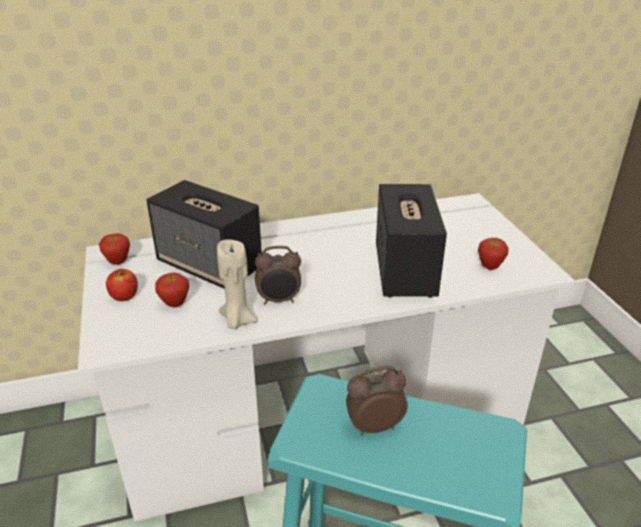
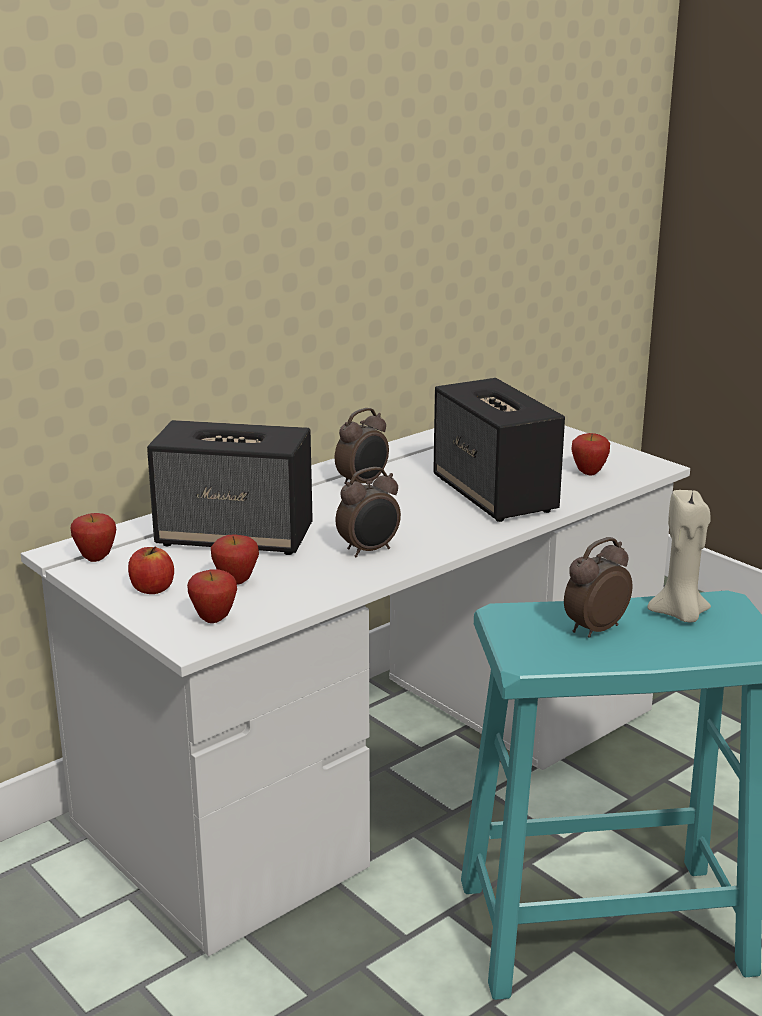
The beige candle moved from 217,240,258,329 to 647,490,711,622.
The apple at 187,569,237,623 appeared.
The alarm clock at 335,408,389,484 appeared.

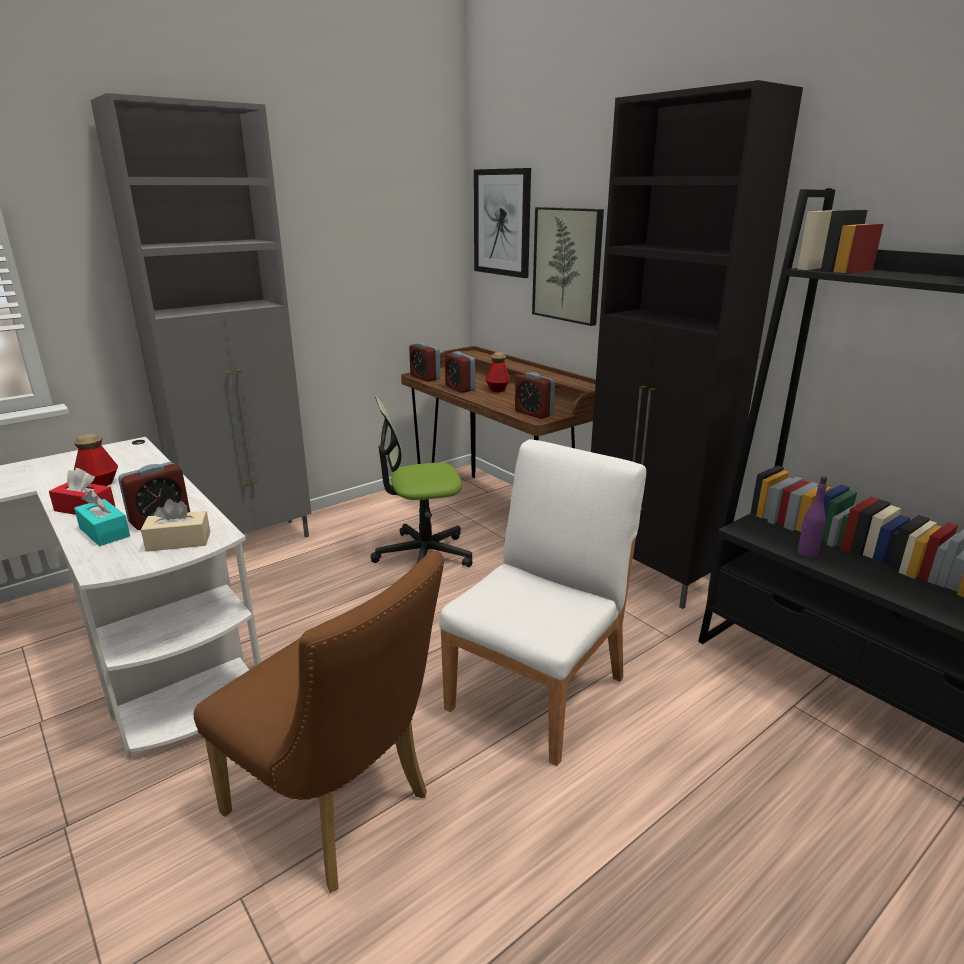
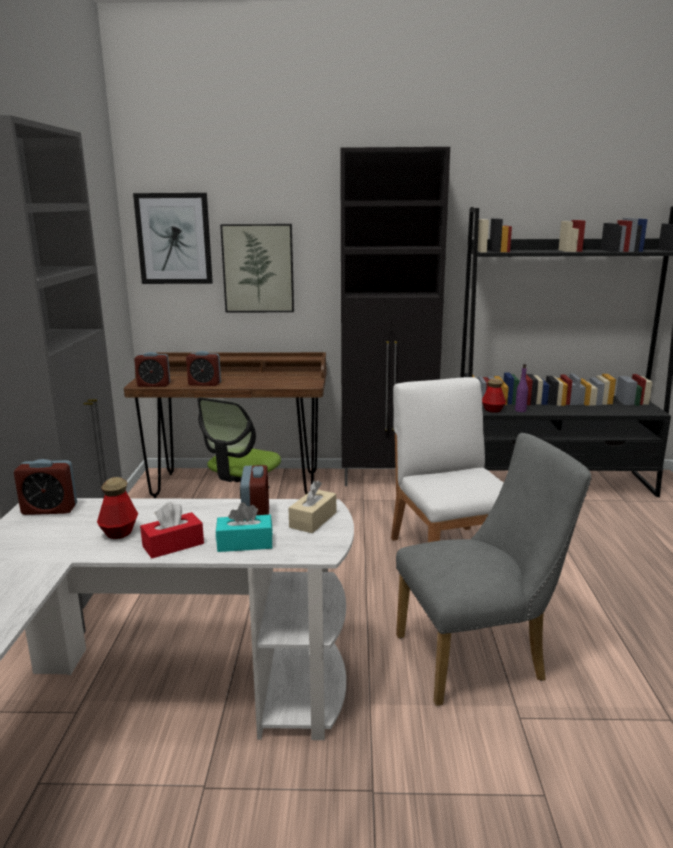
The brown chair at 194,551,445,893 became the grey chair at 396,433,592,706.
The bottle moved from 485,352,510,392 to 482,379,506,413.
The alarm clock moved from 515,372,555,419 to 14,459,77,515.

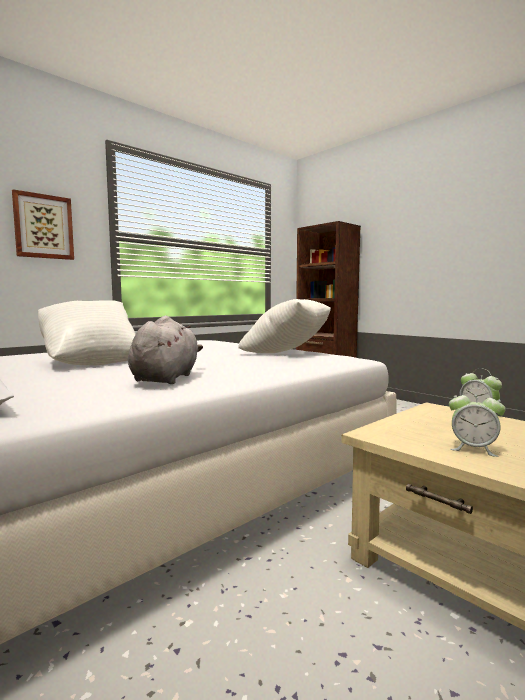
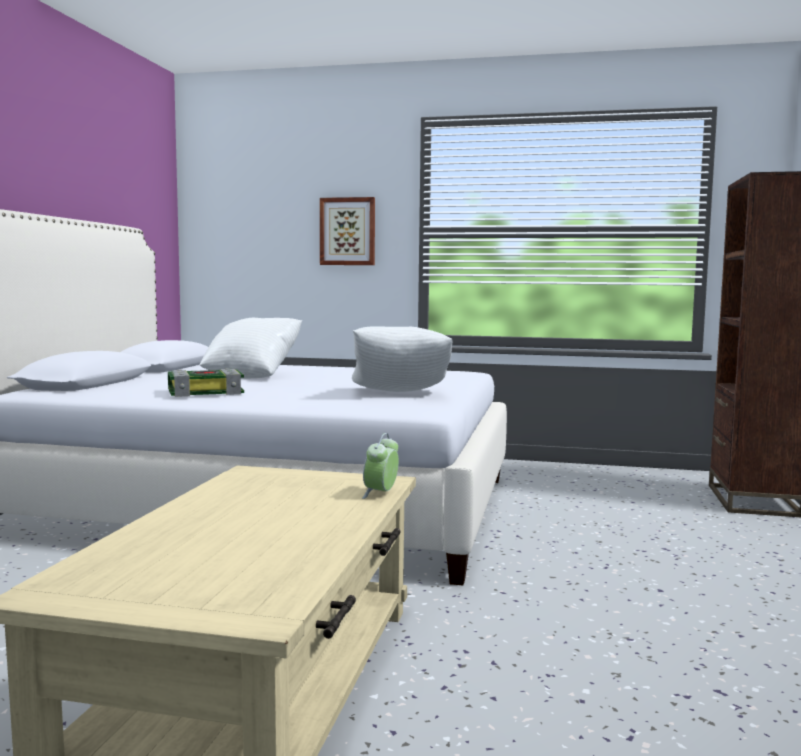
The grey plush toy at 128,315,203,384 was replaced by the book at 168,368,244,397.
The alarm clock at 449,388,506,457 disappeared.

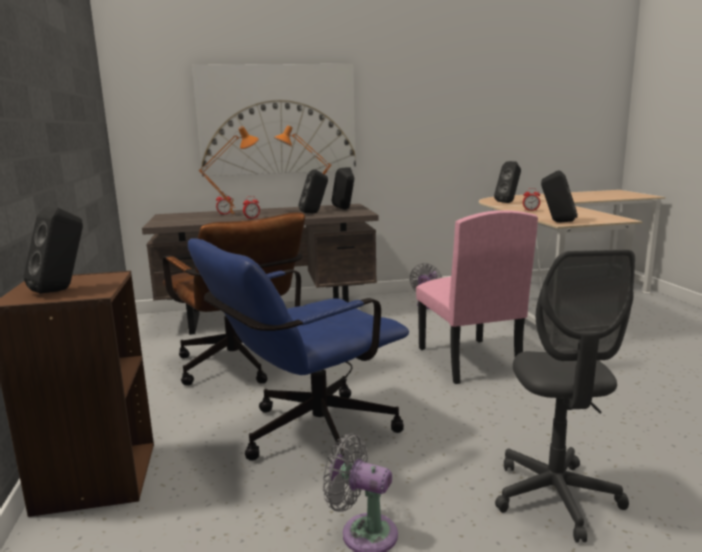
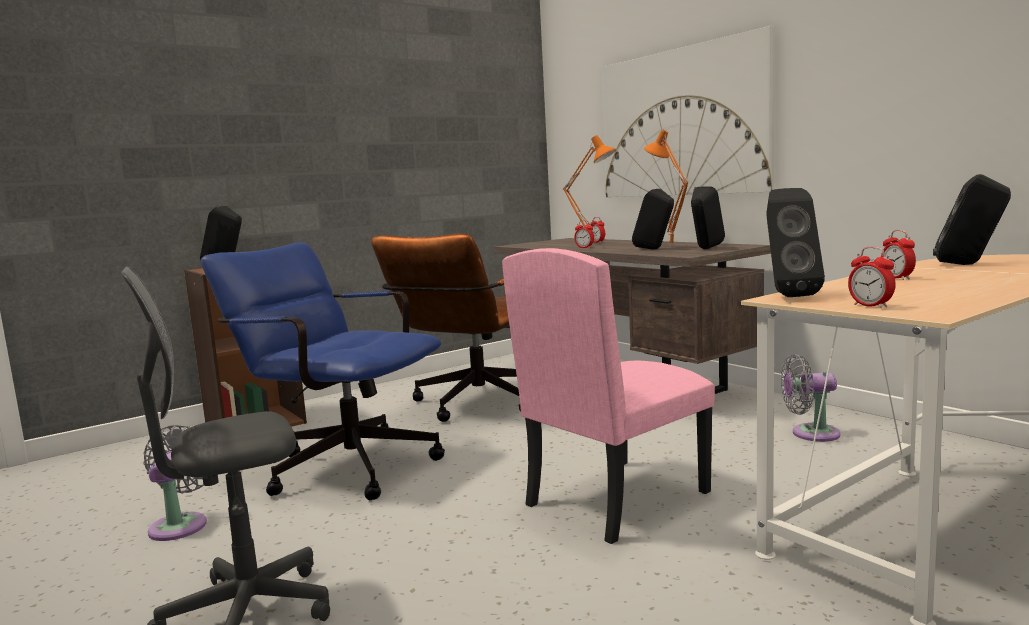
The alarm clock at 848,247,896,308 appeared.

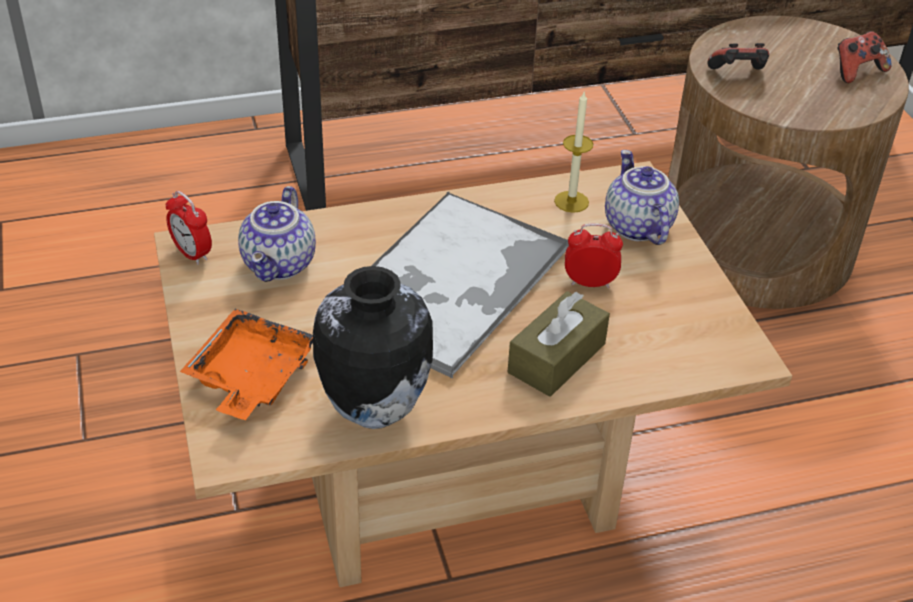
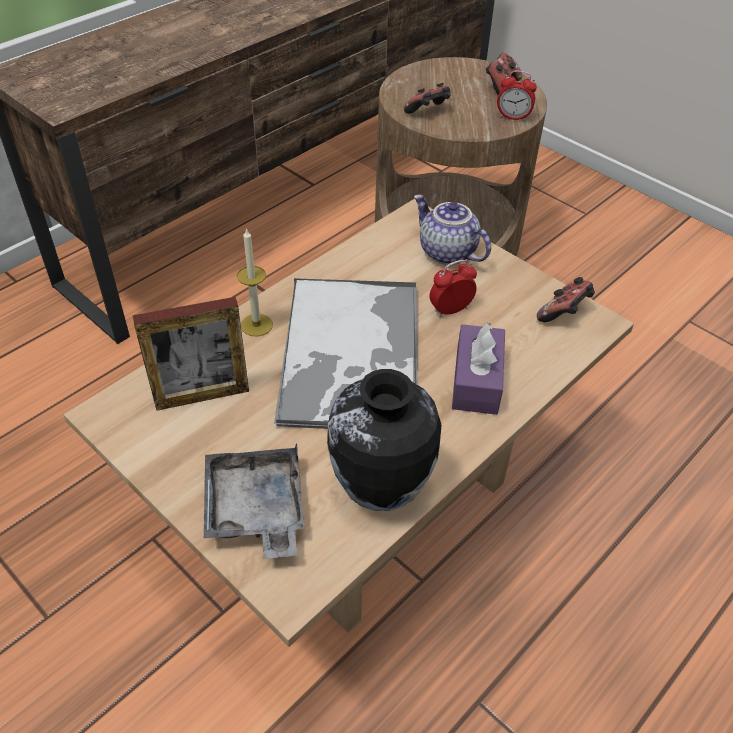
The alarm clock moved from 166,191,212,265 to 497,70,537,121.
The orange tray at 180,309,313,420 became the grey tray at 204,443,304,559.
The teapot at 238,186,316,282 was replaced by the picture frame at 133,297,249,411.
The brown tissue box at 508,291,610,397 became the purple tissue box at 452,323,505,415.
The candle moved from 554,92,593,213 to 237,228,273,337.
The game controller at 537,277,595,322 appeared.

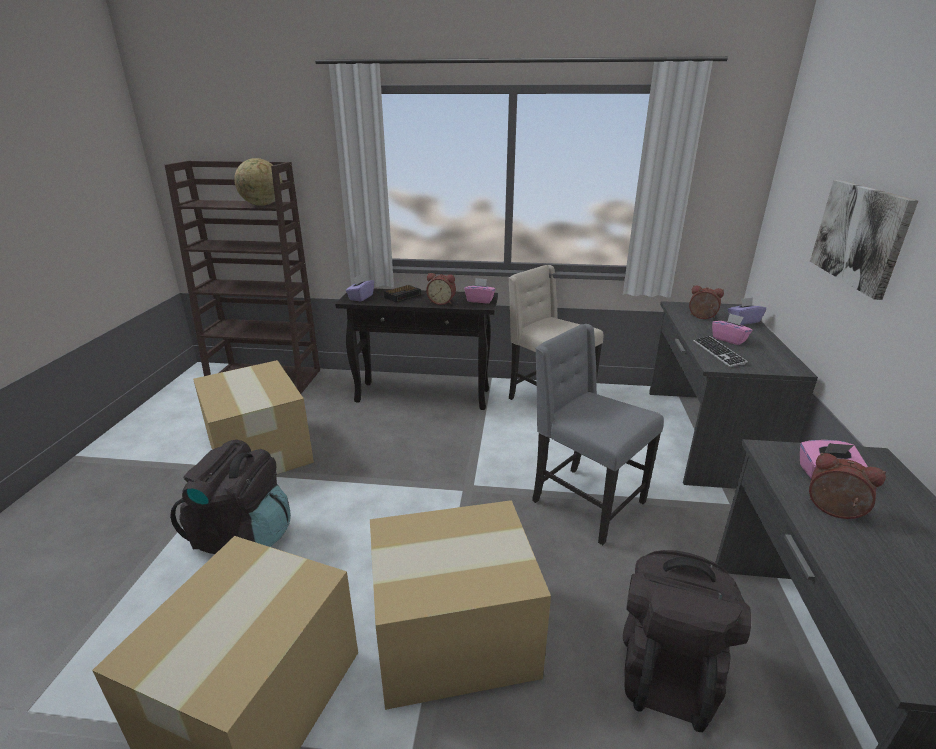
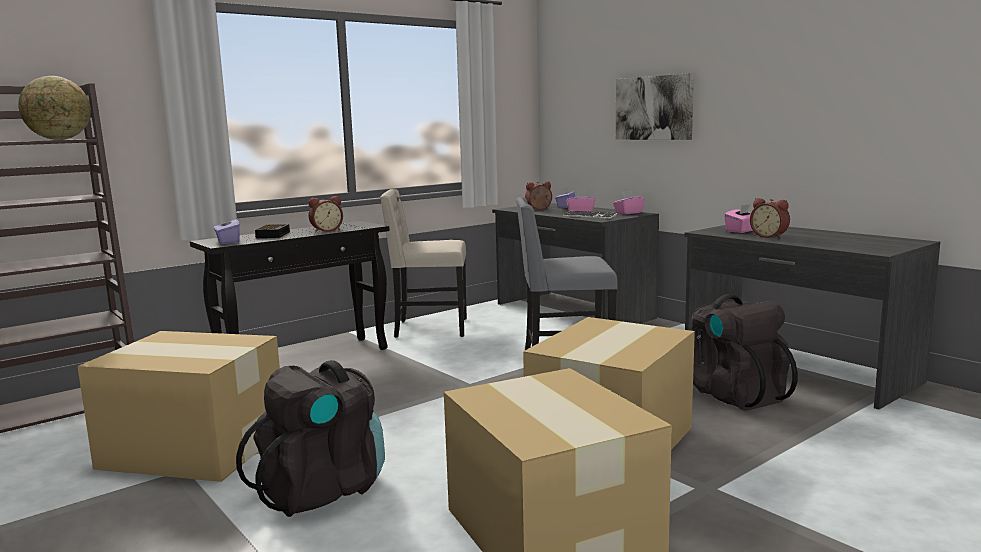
The pink tissue box moved from 465,278,496,303 to 613,191,645,214.
The alarm clock at 809,453,886,519 turned 120 degrees counterclockwise.

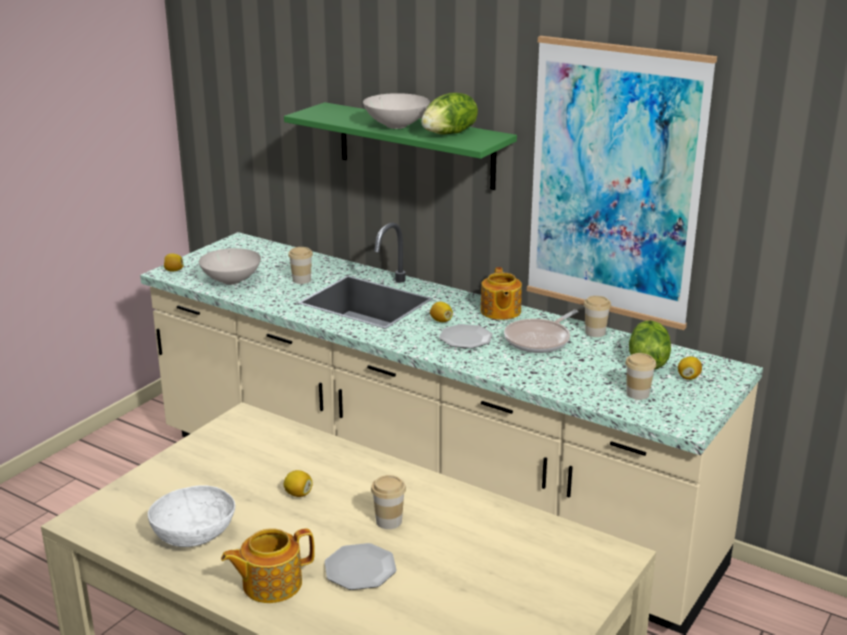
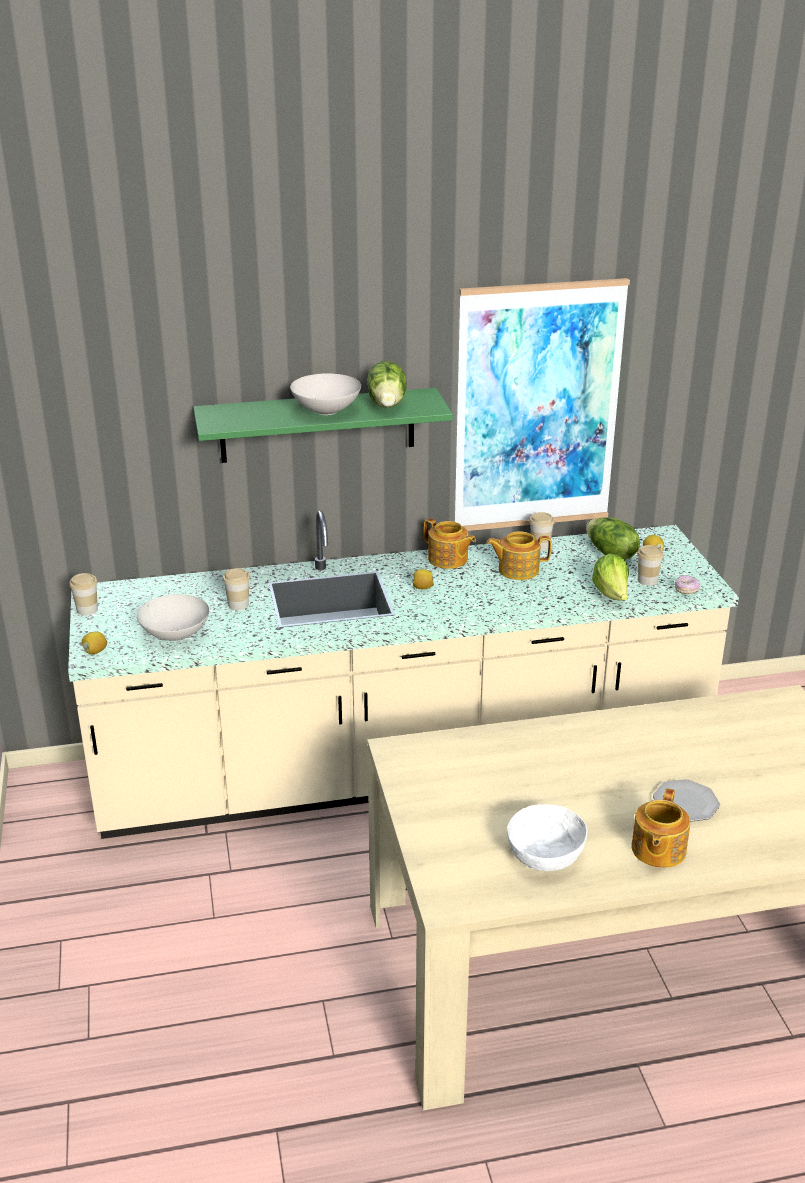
The lemon at 284,470,313,497 disappeared.
The cup moved from 371,475,406,529 to 69,573,98,615.
The plate at 439,324,493,349 disappeared.
The frying pan at 504,310,579,353 was replaced by the teapot at 487,531,551,580.
The lettuce at 592,553,629,601 appeared.
The donut at 675,575,700,594 appeared.

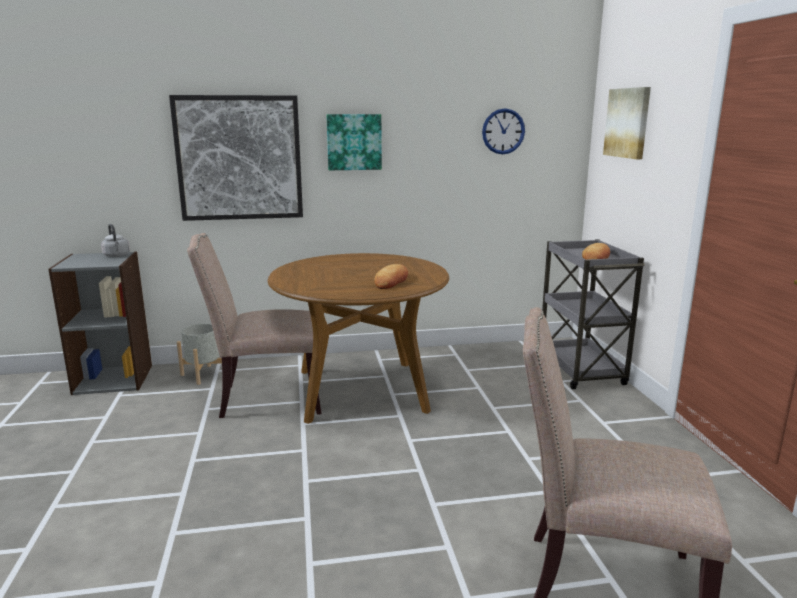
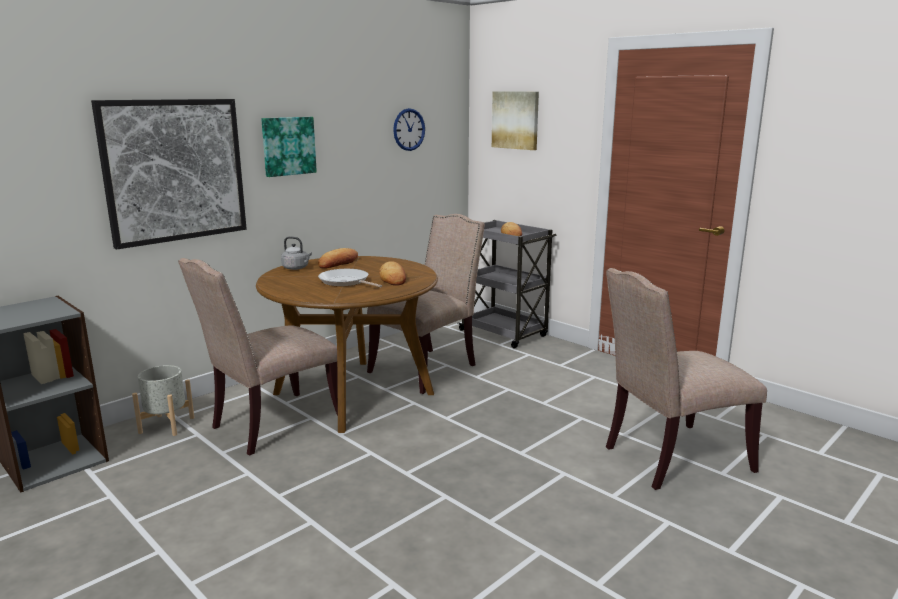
The grey kettle moved from 101,224,130,257 to 281,236,312,270.
The bread at 318,248,358,268 appeared.
The frying pan at 318,269,382,287 appeared.
The beige chair at 367,214,485,394 appeared.

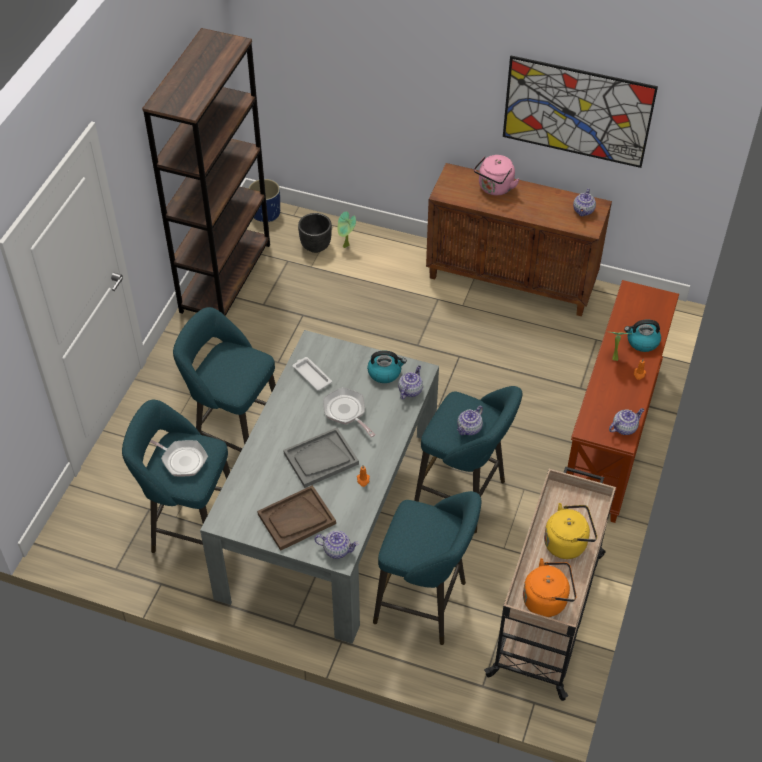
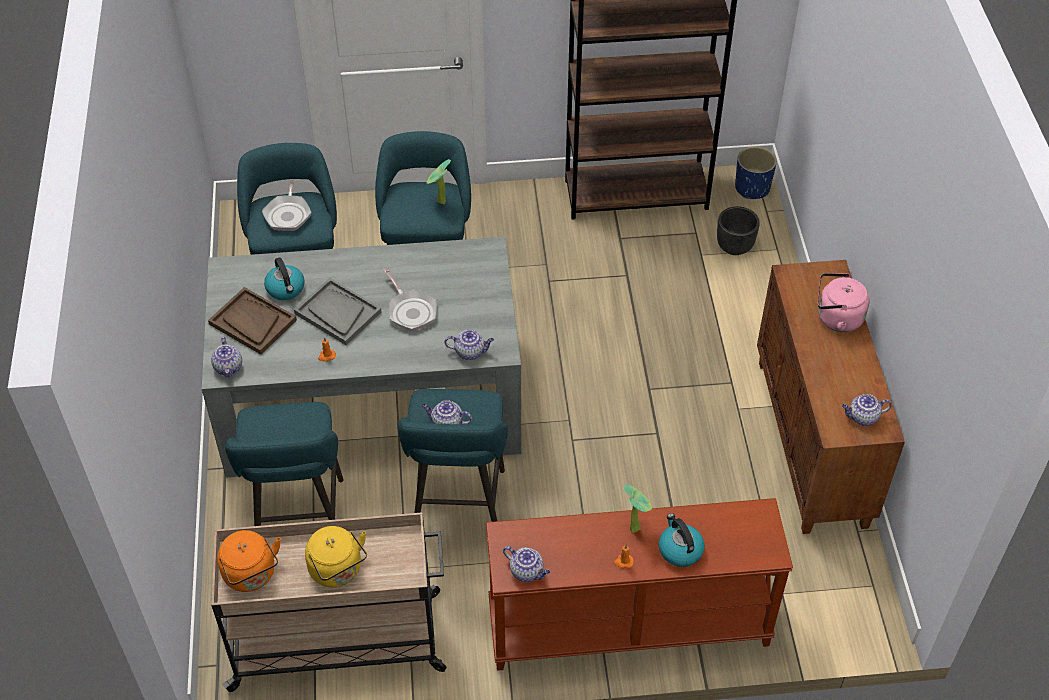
The white tray at 293,357,332,391 disappeared.
The frying pan at 323,387,376,437 turned 120 degrees clockwise.
The potted plant moved from 338,211,356,248 to 426,159,451,204.
The kettle moved from 367,351,407,383 to 264,257,305,300.
The picture at 503,56,658,168 disappeared.

